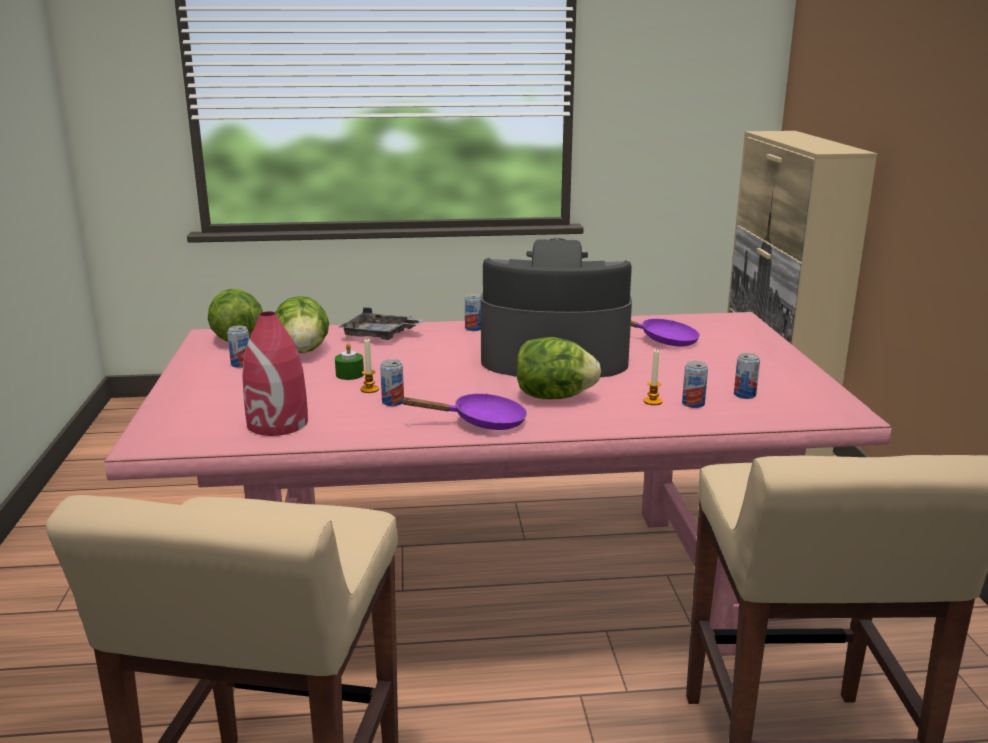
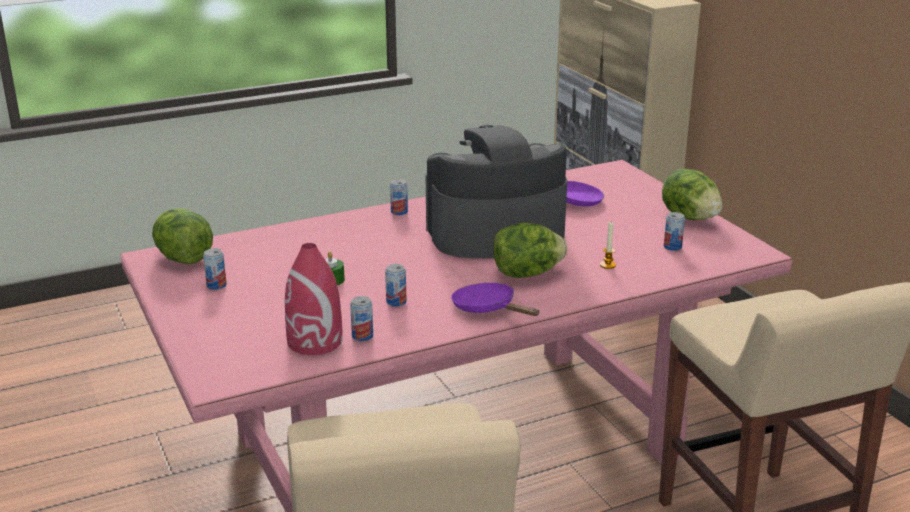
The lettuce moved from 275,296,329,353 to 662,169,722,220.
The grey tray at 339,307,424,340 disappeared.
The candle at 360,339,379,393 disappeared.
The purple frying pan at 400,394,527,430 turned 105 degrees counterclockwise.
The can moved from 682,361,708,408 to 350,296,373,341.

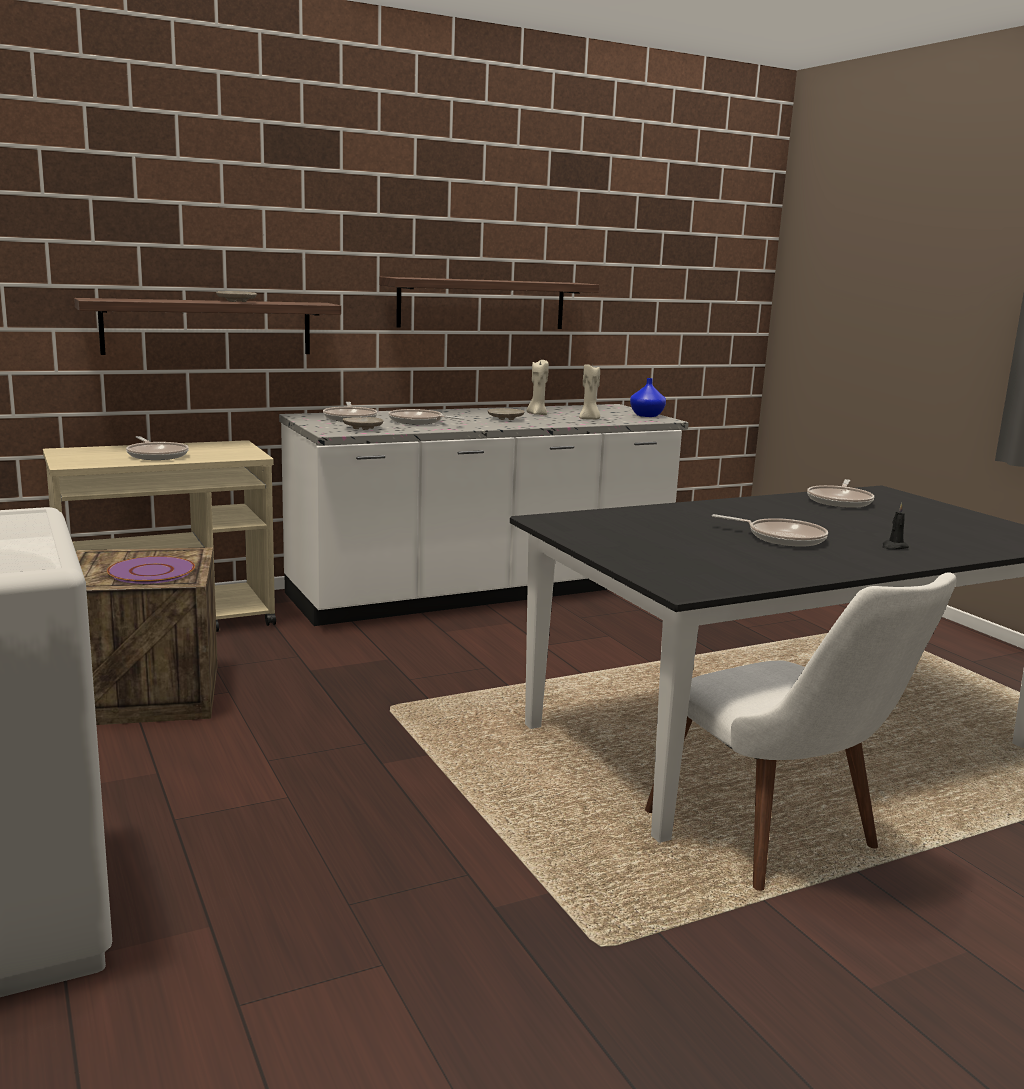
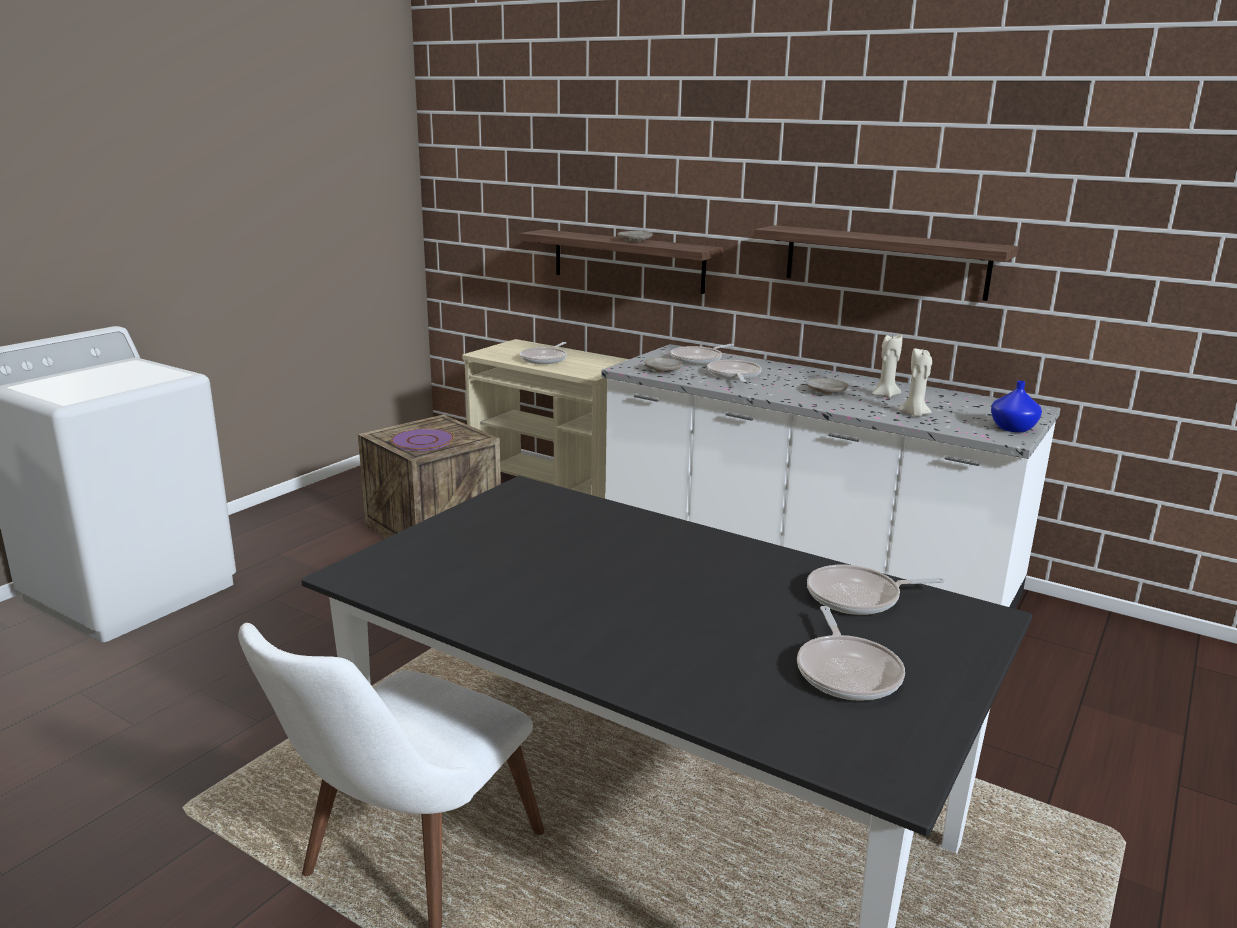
The frying pan moved from 712,514,828,547 to 797,606,905,701.
The black candle at 883,503,909,549 disappeared.

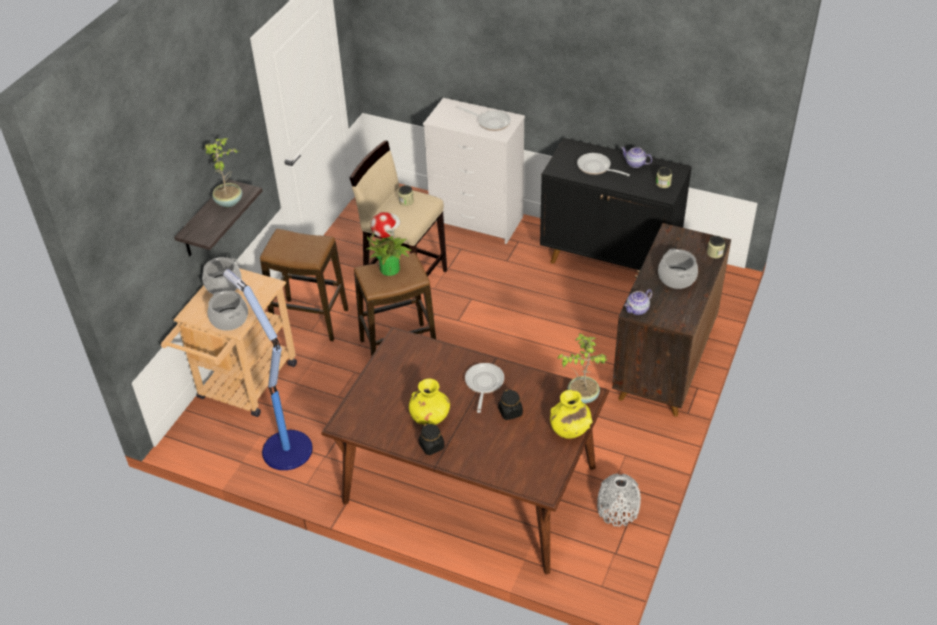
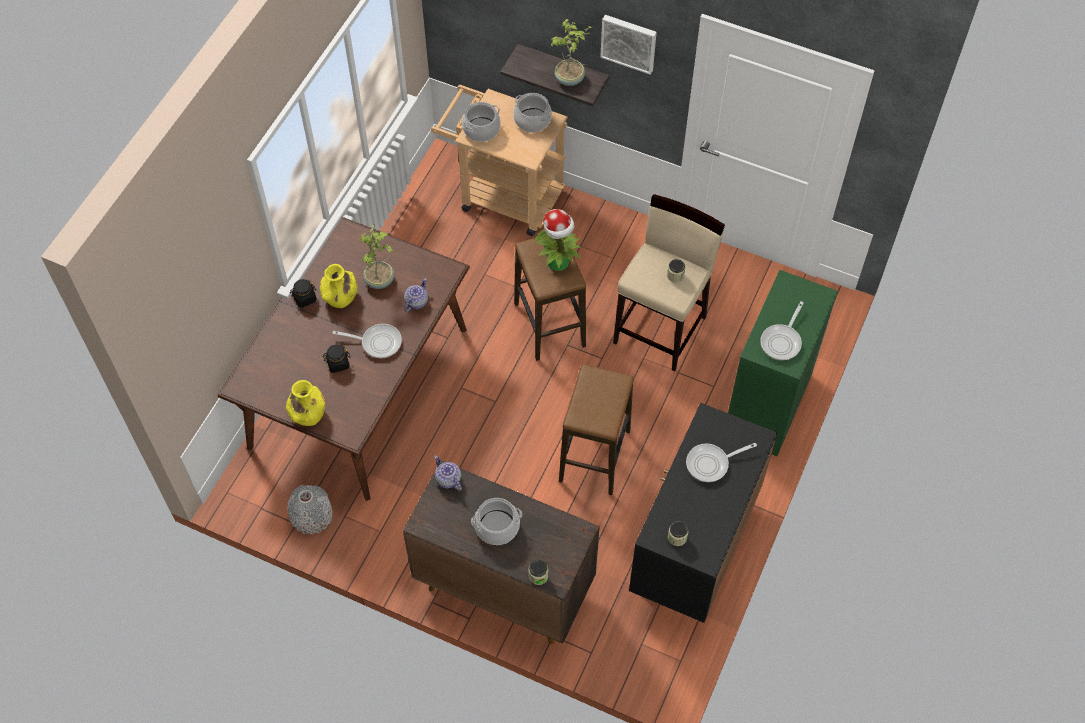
The floor lamp at 223,269,313,470 disappeared.
The stool moved from 260,229,348,341 to 559,364,634,495.
The white dresser at 423,98,525,244 became the green dresser at 728,270,838,456.
The potted plant moved from 557,334,608,404 to 361,225,394,289.
The frying pan at 577,153,630,176 turned 150 degrees counterclockwise.
The teapot moved from 621,147,652,168 to 404,278,428,312.
The picture at 600,15,657,75 appeared.

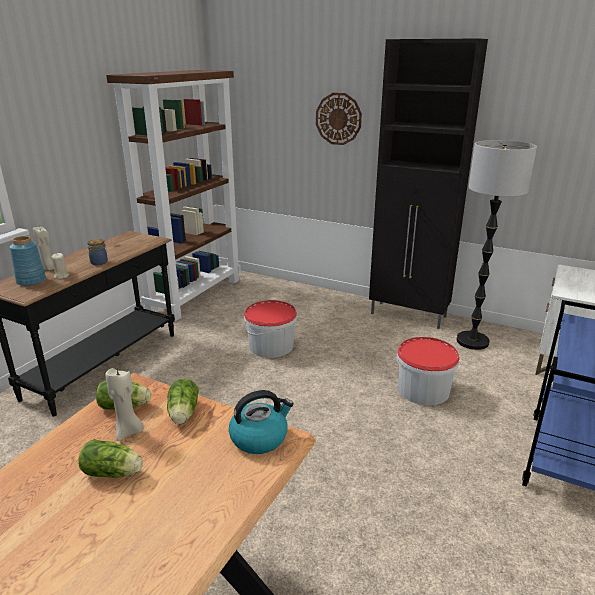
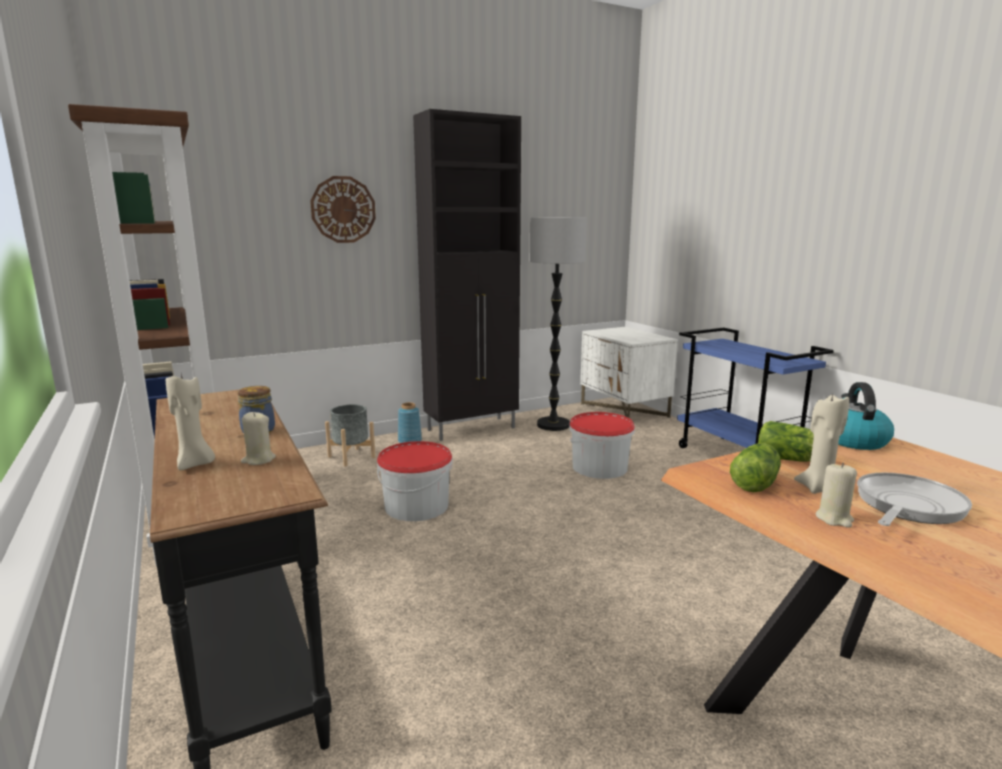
The blue vase moved from 10,236,46,286 to 398,402,422,443.
The lettuce at 78,439,143,478 was replaced by the frying pan at 857,472,972,526.
The grey planter at 325,404,375,467 appeared.
The beige candle at 816,462,857,528 appeared.

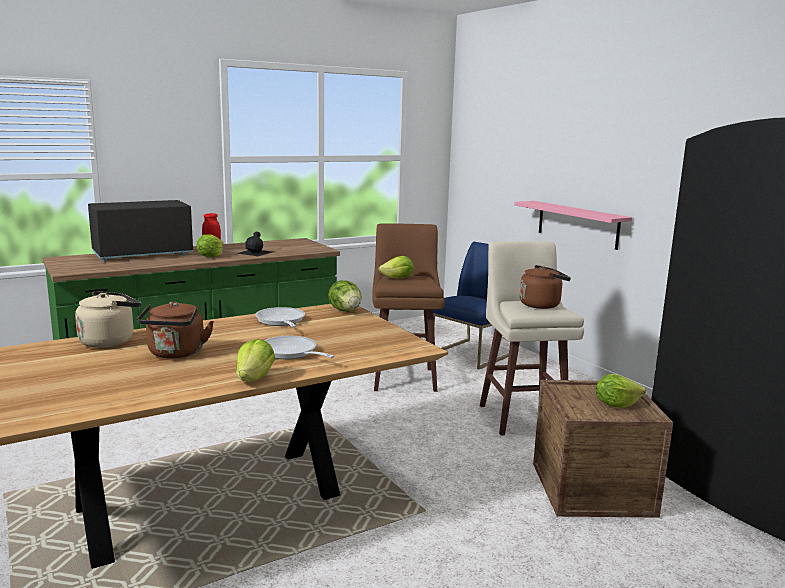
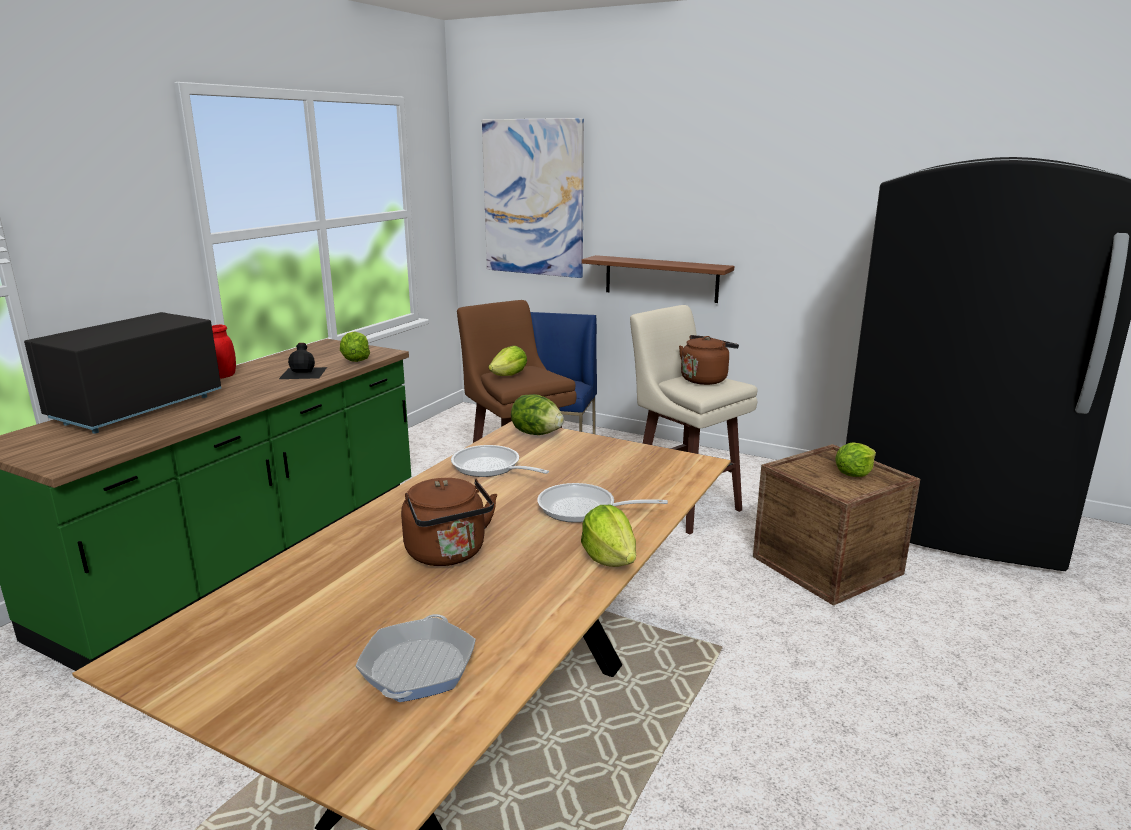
The beige kettle at 75,291,141,348 disappeared.
The lettuce moved from 196,234,223,257 to 340,331,370,362.
The pink shelf at 514,201,632,250 became the brown shelf at 582,255,734,303.
The frying pan at 355,614,476,702 appeared.
The picture at 482,118,584,278 appeared.

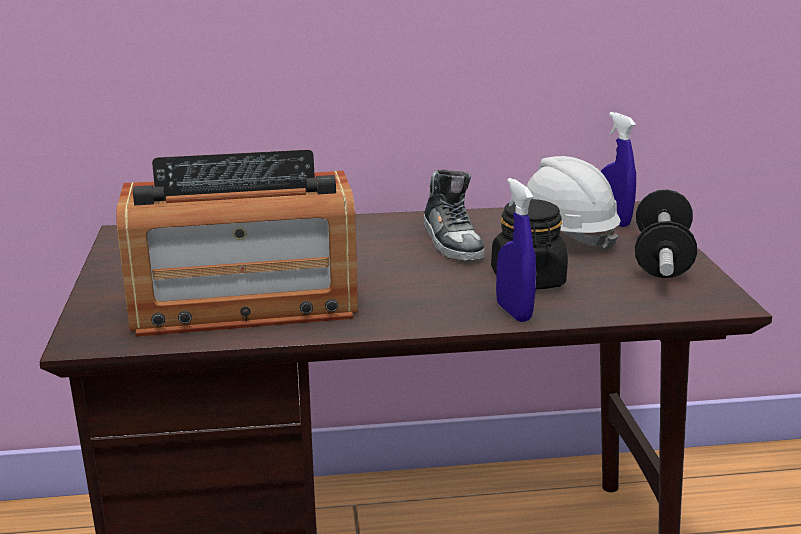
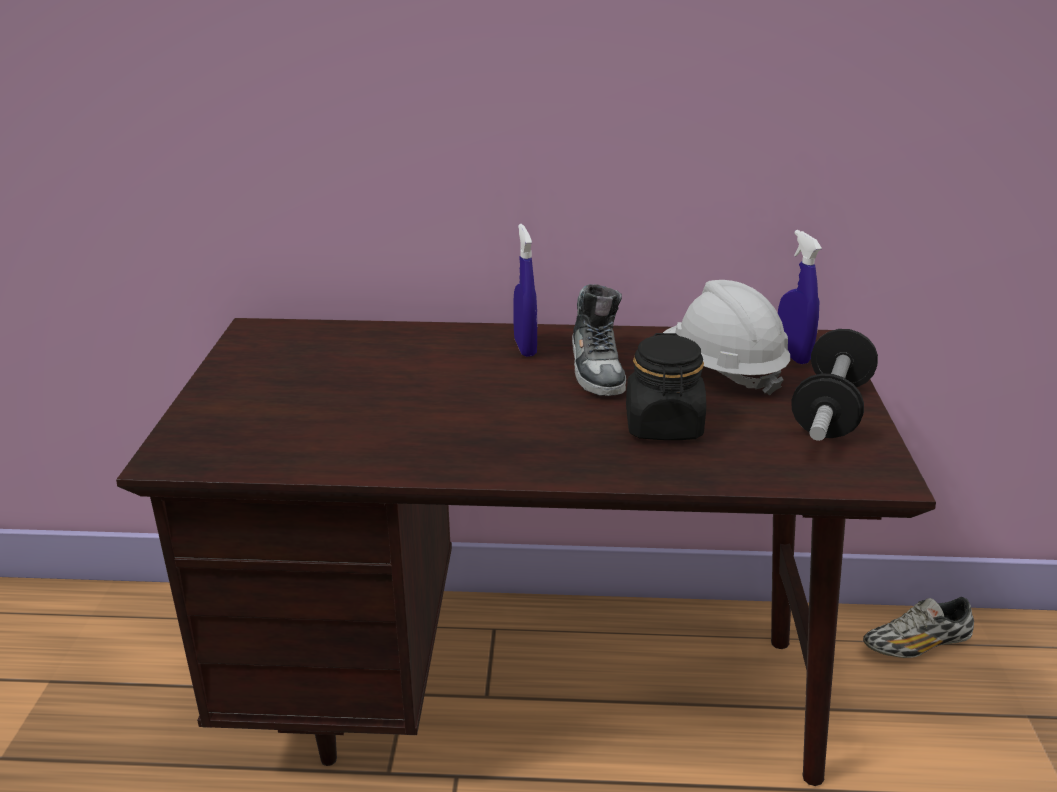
The radio at 116,150,358,337 disappeared.
The blue spray bottle moved from 496,178,536,322 to 513,224,537,357.
The shoe at 863,597,974,658 appeared.

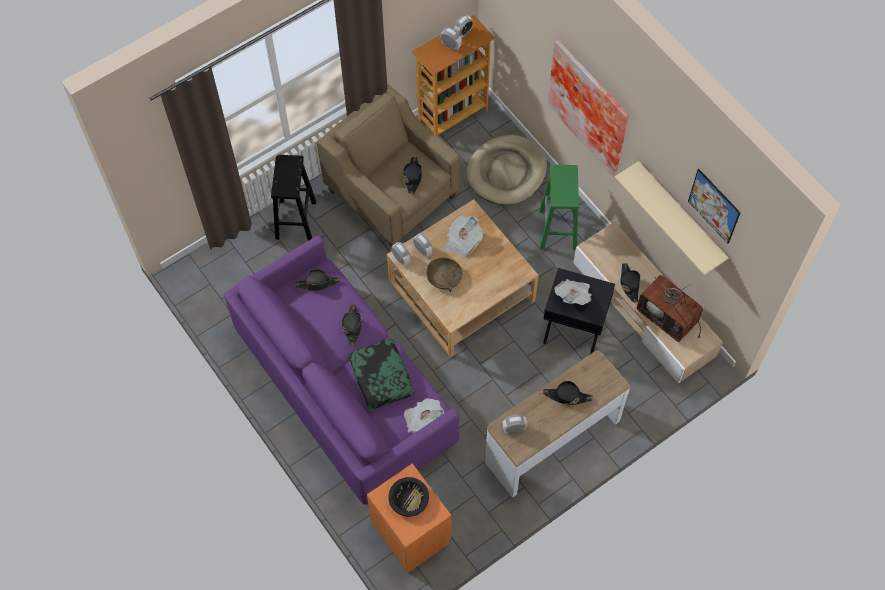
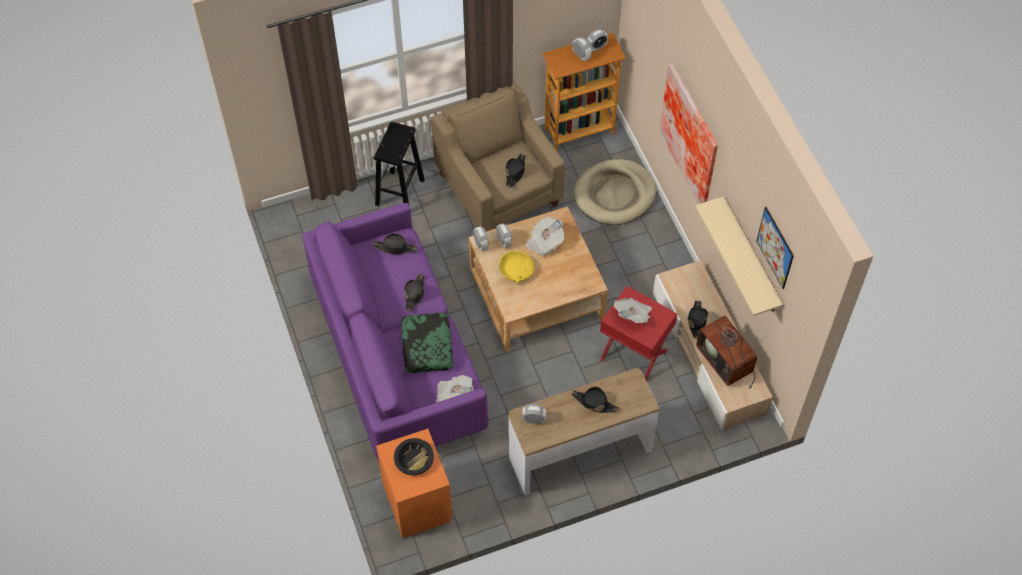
The brown bowl at 426,257,462,292 became the yellow bowl at 499,251,535,285.
The green stool at 539,165,579,250 disappeared.
The black side table at 543,268,615,354 became the red side table at 600,286,678,380.

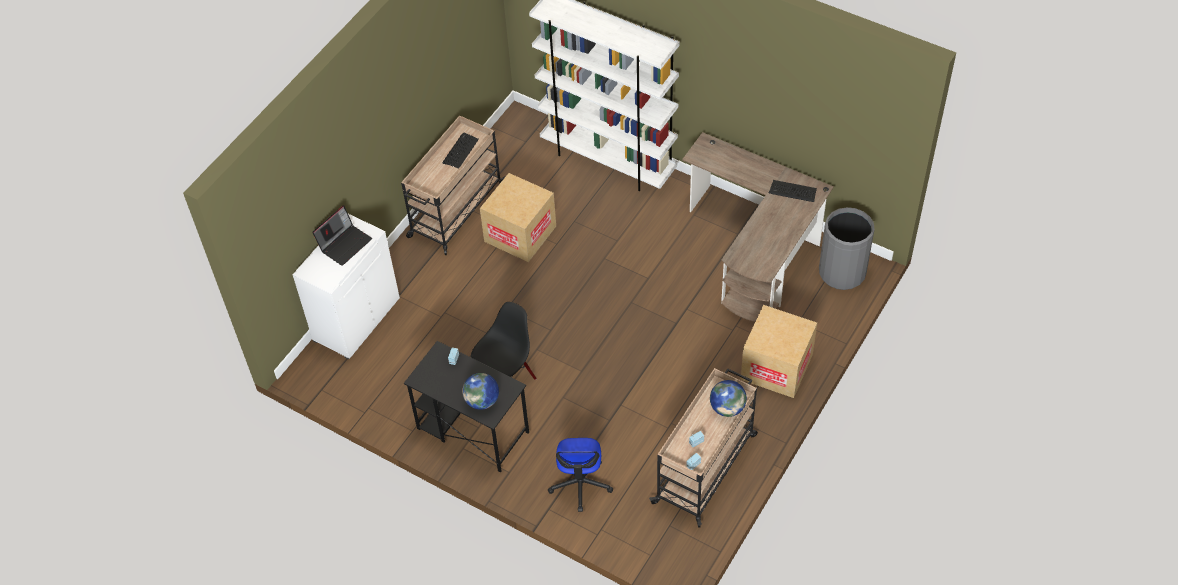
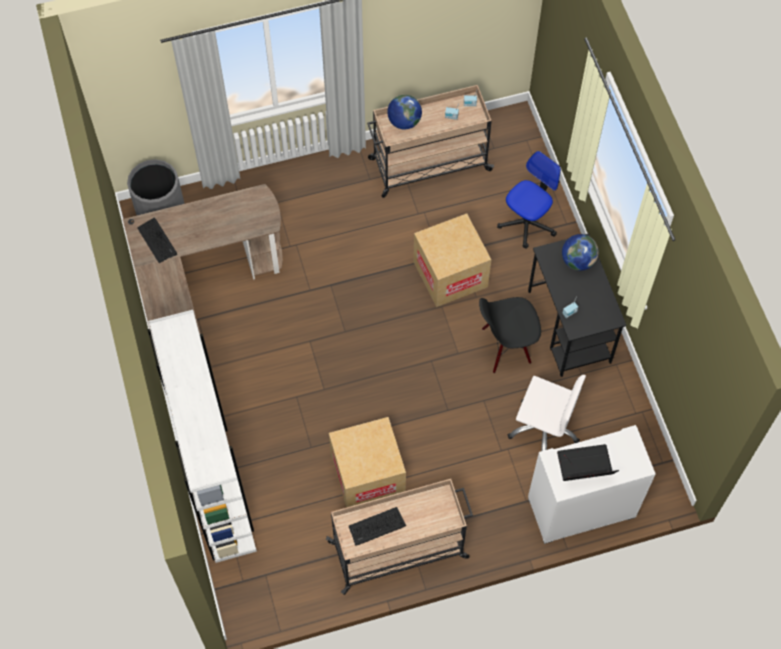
The cardboard box moved from 741,305,817,398 to 413,213,491,307.
The white office chair at 508,375,586,451 appeared.

